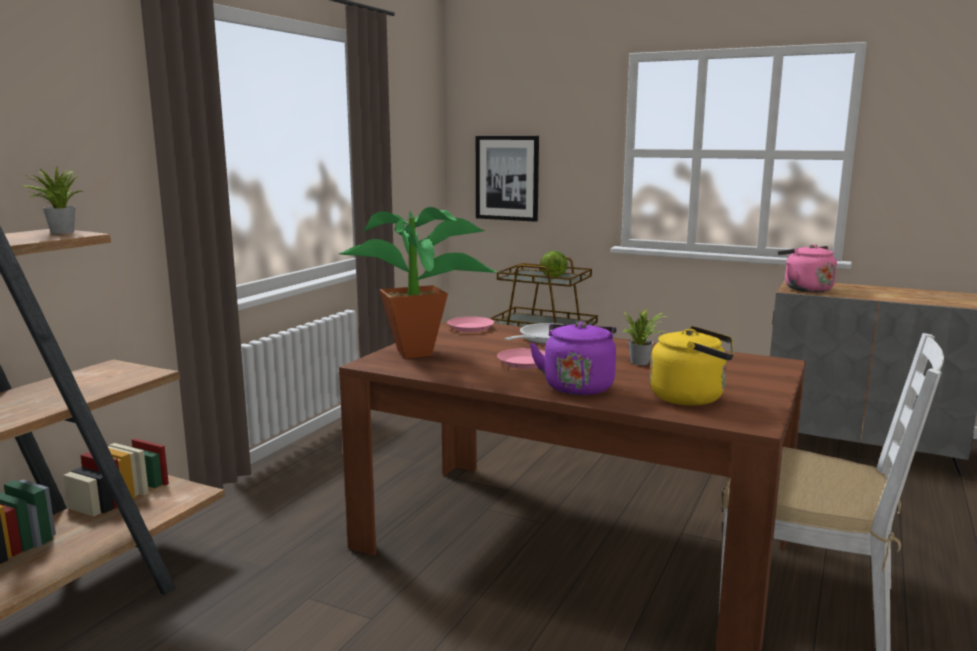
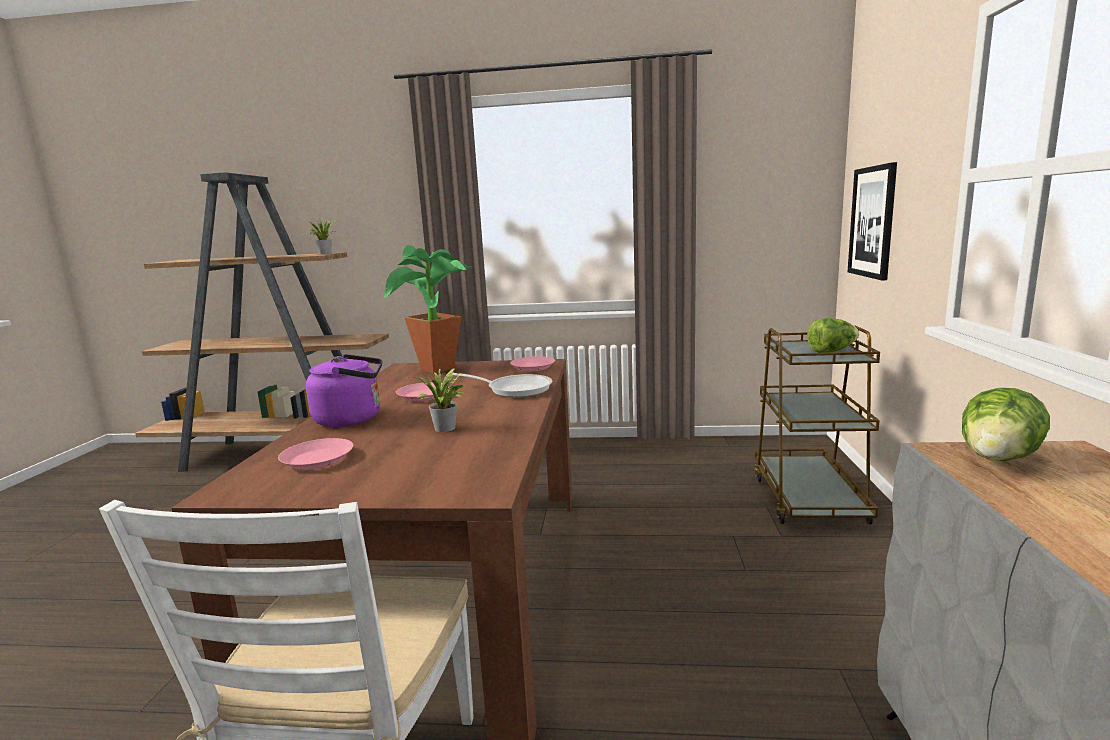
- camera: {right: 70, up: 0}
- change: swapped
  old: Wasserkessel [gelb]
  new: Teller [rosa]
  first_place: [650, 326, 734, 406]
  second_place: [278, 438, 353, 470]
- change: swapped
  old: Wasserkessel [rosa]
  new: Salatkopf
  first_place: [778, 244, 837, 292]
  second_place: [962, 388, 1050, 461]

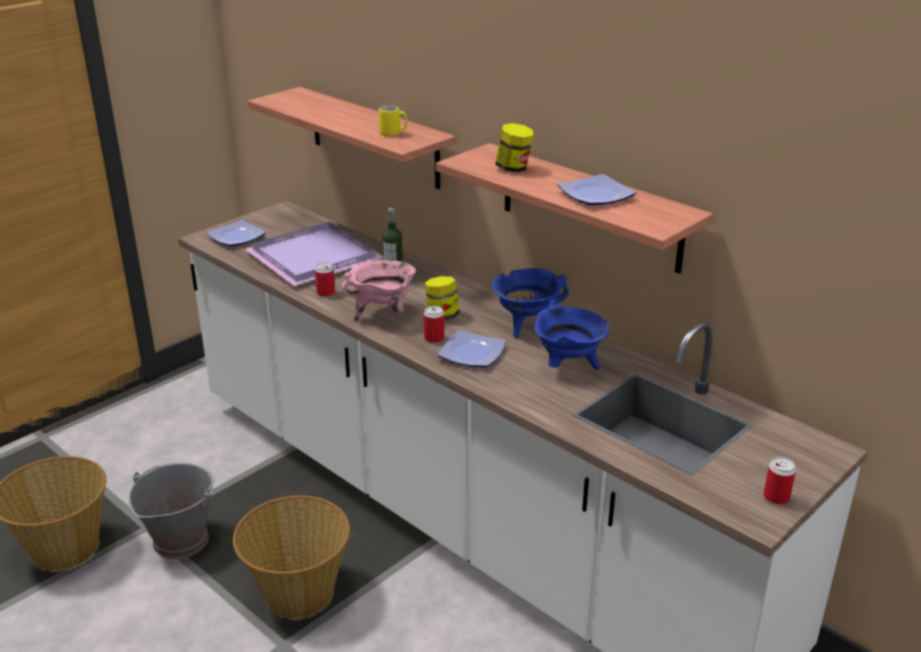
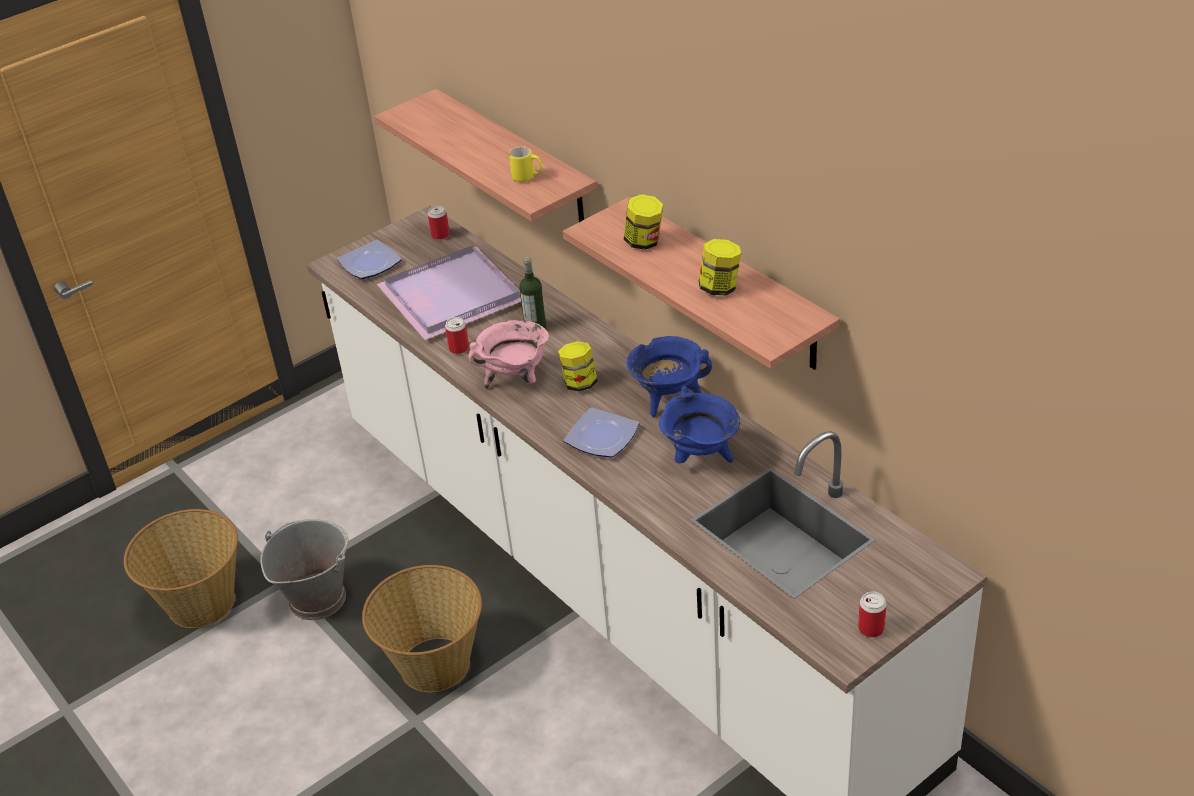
- camera: {right: 10, up: 10}
- change: shifted
  old: Dose
  first_place: [424, 306, 445, 343]
  second_place: [428, 206, 450, 240]
- change: swapped
  old: Teller
  new: Vorratsglas
  first_place: [557, 174, 637, 205]
  second_place: [699, 239, 741, 296]

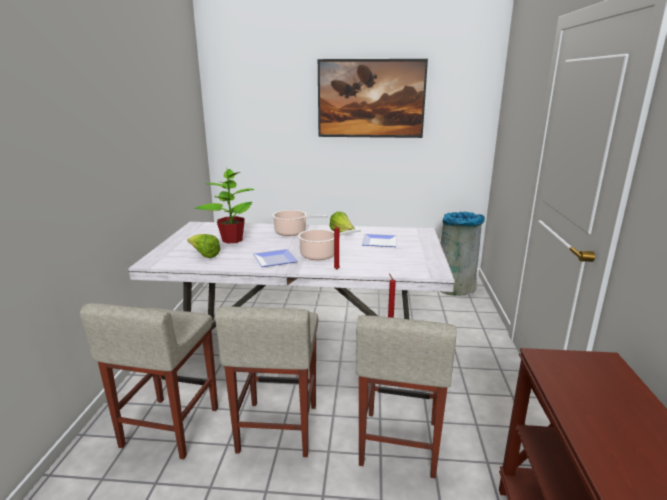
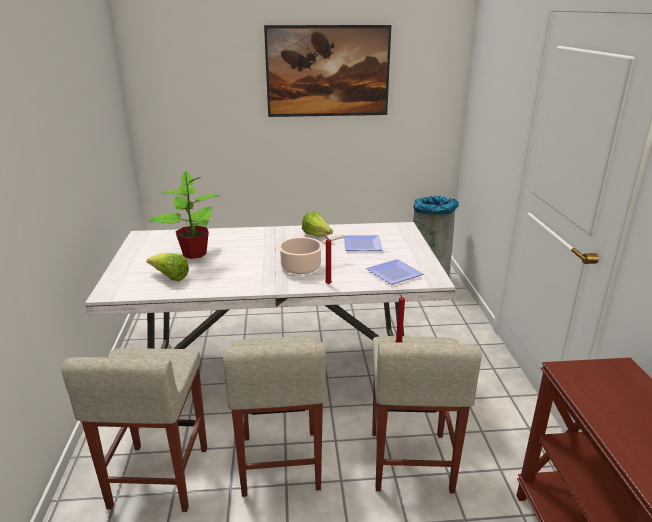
- camera: {right: -10, up: 5}
- change: gone
  old: Kochtopf
  first_place: [272, 210, 328, 236]
- change: shifted
  old: Teller
  first_place: [253, 249, 298, 267]
  second_place: [366, 259, 423, 285]

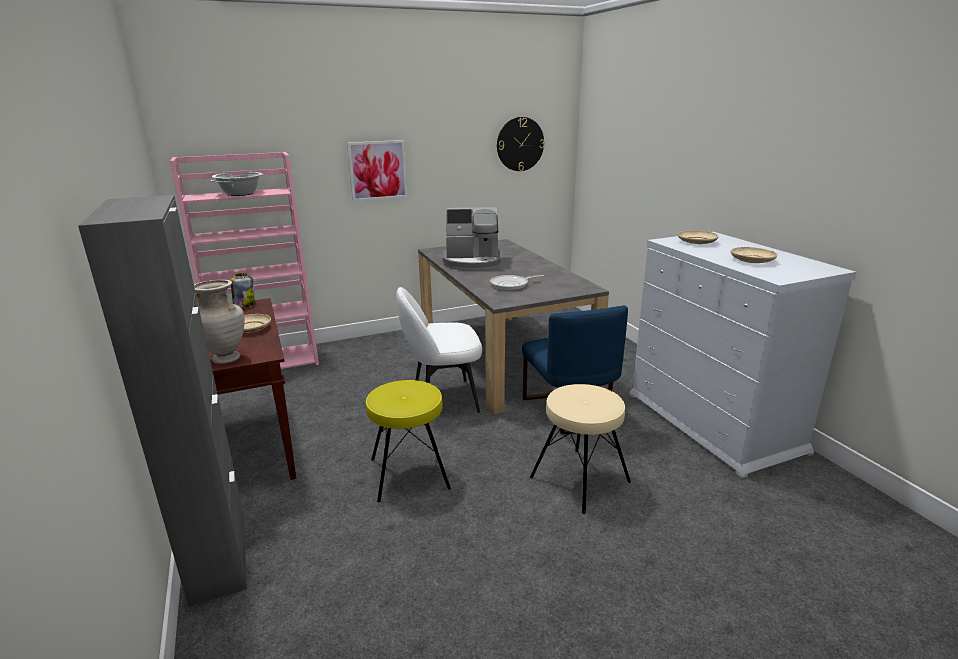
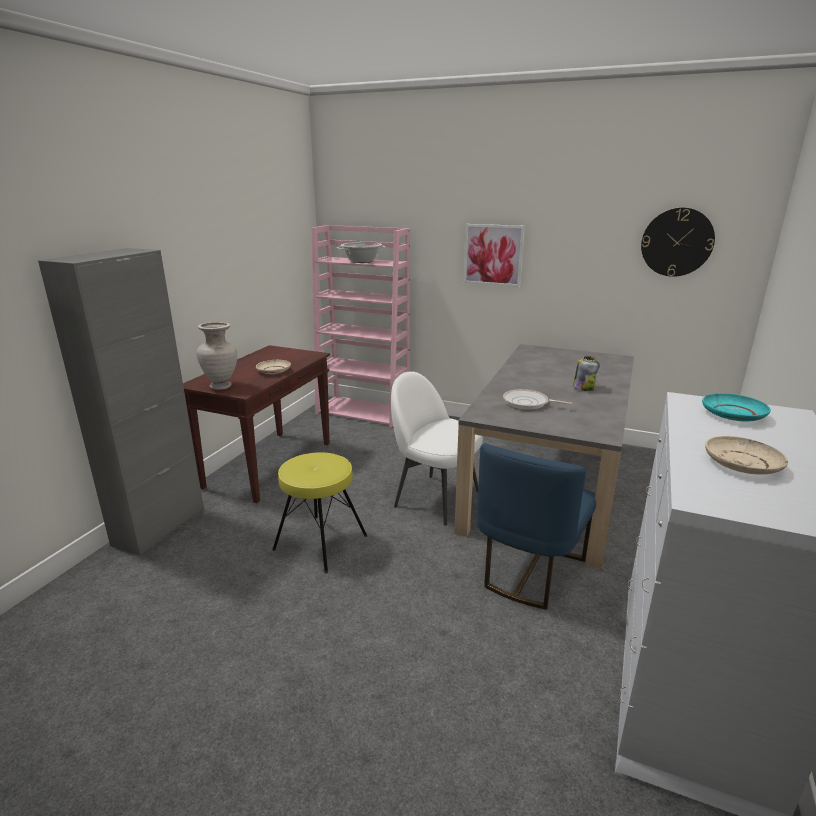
- camera: {right: 45, up: 0}
- change: gone
  old: Kaffeemaschine
  first_place: [443, 207, 501, 270]
- change: gone
  old: Hocker [beige]
  first_place: [530, 384, 631, 514]
- change: shifted
  old: Vorratsglas
  first_place: [231, 273, 255, 307]
  second_place: [573, 356, 600, 391]
- change: repainted
  old: Teller [beige]
  new: Teller [türkis]
  first_place: [678, 230, 719, 244]
  second_place: [702, 393, 771, 421]

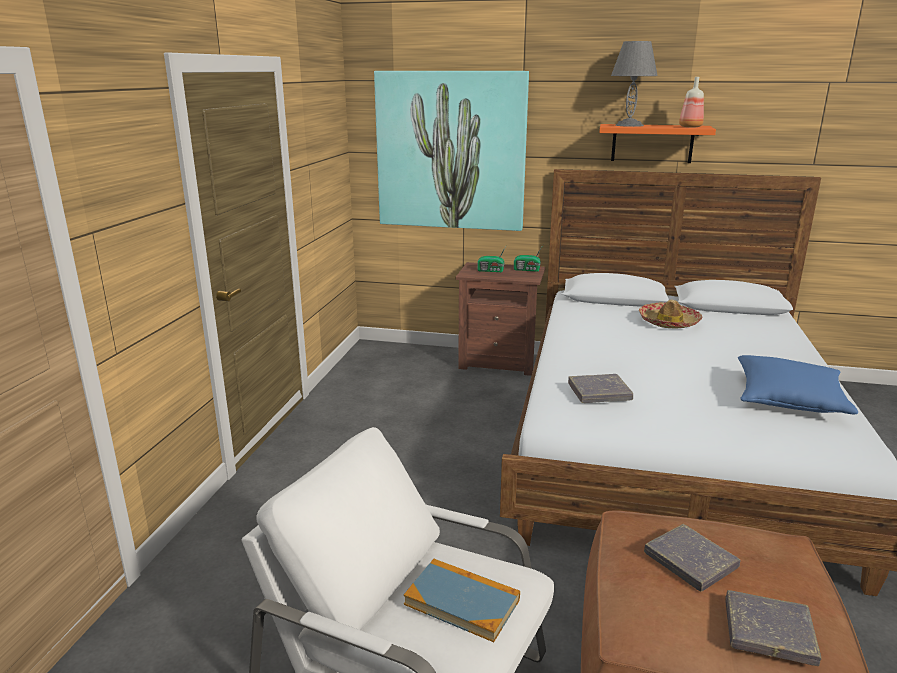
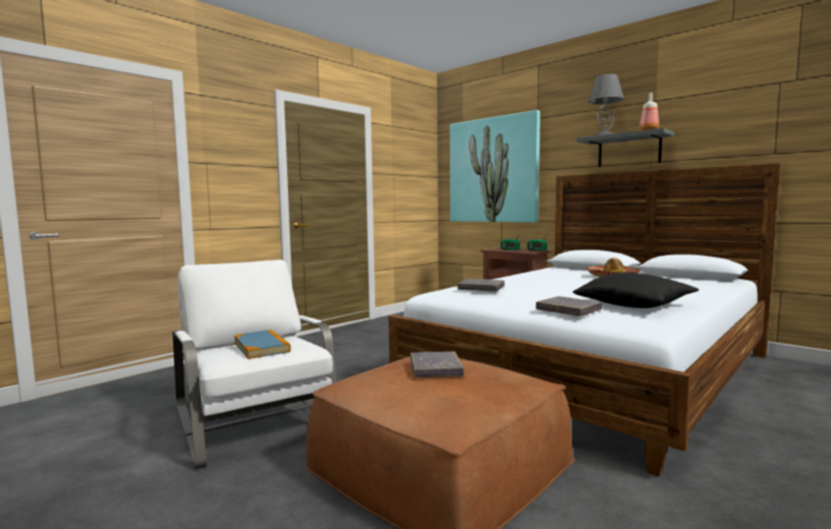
- camera: {right: 30, up: -15}
- change: shifted
  old: Buch [grau]
  first_place: [725, 590, 821, 666]
  second_place: [536, 296, 602, 316]
- change: repainted
  old: Wandregal [orange]
  new: Wandregal [grau]
  first_place: [599, 124, 716, 163]
  second_place: [576, 128, 674, 167]
- change: repainted
  old: Kissen [blau]
  new: Kissen [schwarz]
  first_place: [738, 355, 858, 414]
  second_place: [573, 272, 699, 308]

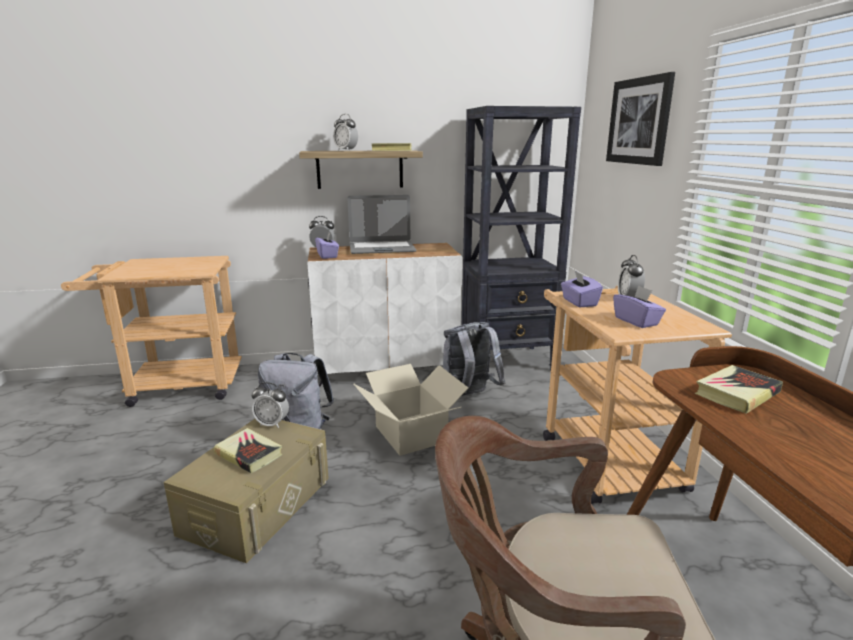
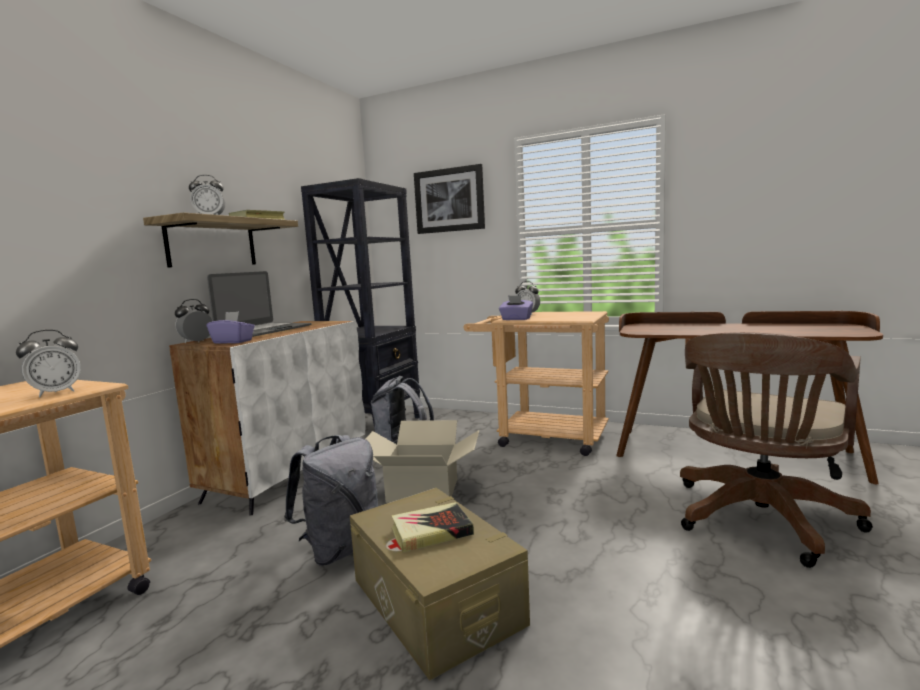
- camera: {right: -55, up: -10}
- change: gone
  old: Taschentuchbox [lila]
  first_place: [613, 285, 666, 328]
- change: gone
  old: Buch
  first_place: [695, 365, 783, 414]
- change: shifted
  old: Wecker
  first_place: [252, 382, 289, 428]
  second_place: [16, 330, 81, 397]

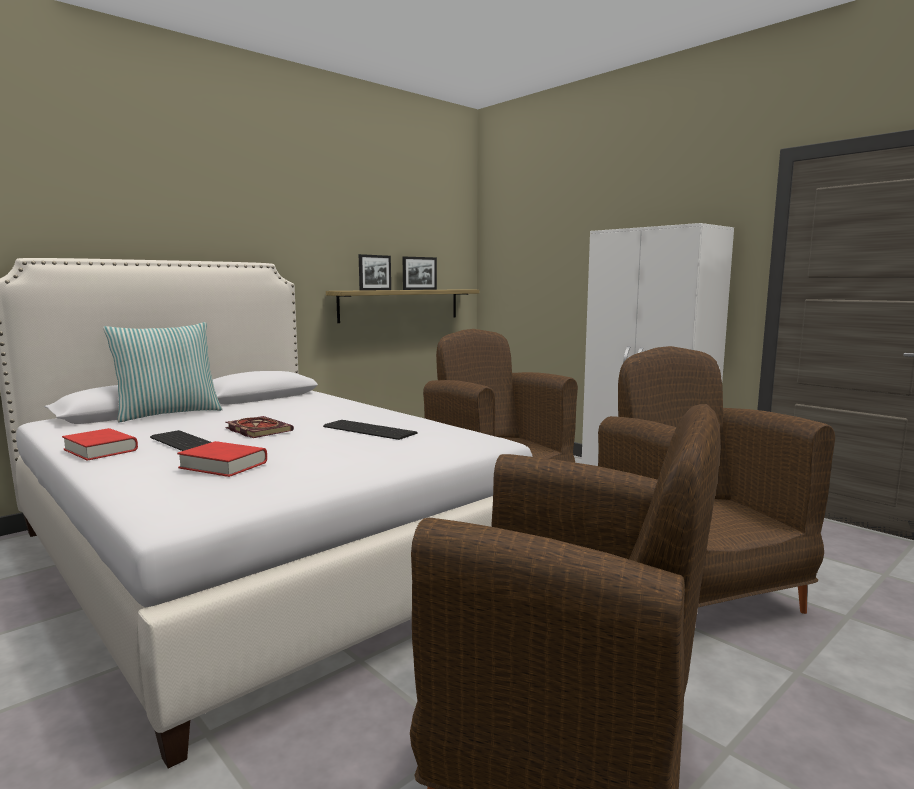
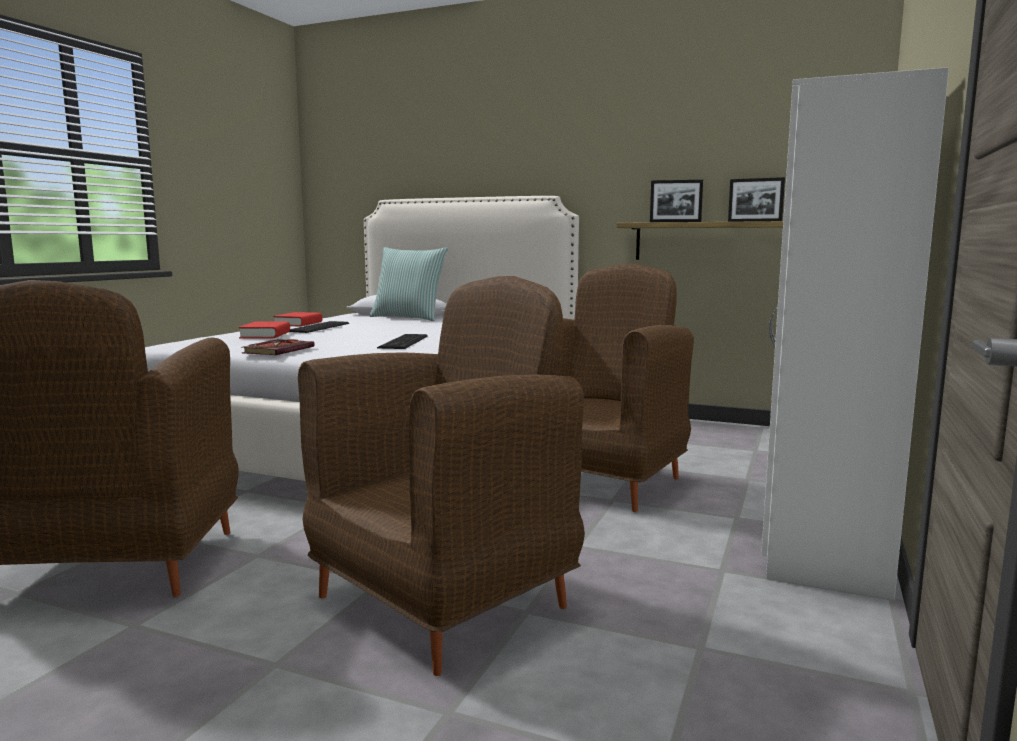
- camera: {right: 65, up: 0}
- change: shifted
  old: Buch
  first_place: [226, 416, 294, 438]
  second_place: [242, 339, 315, 355]

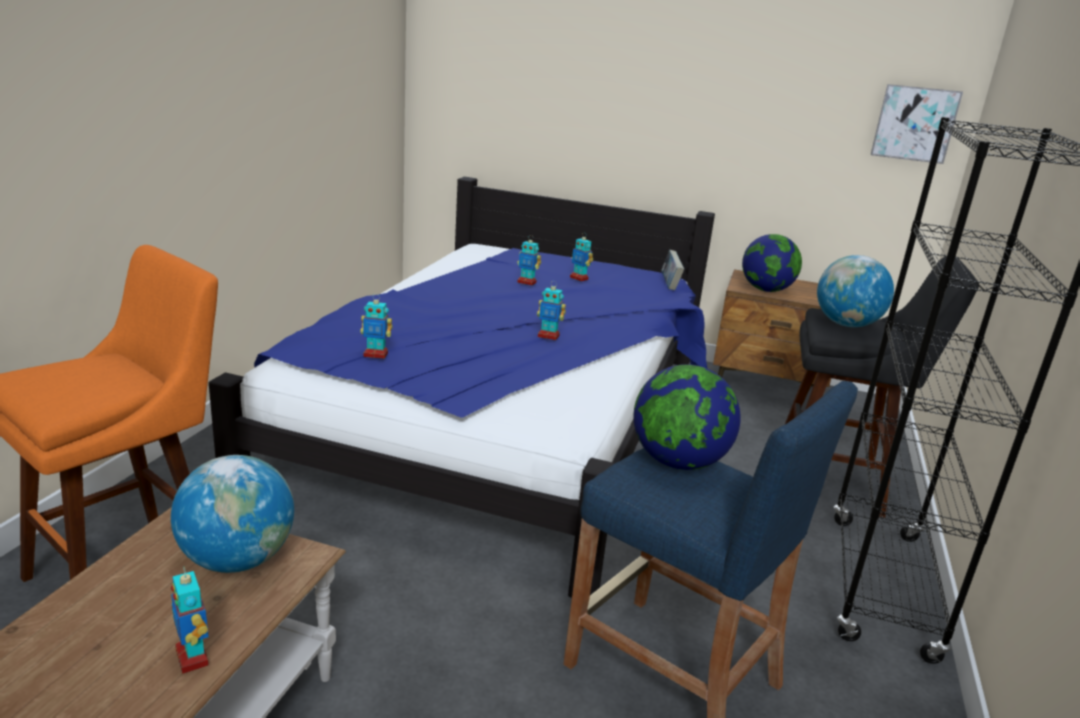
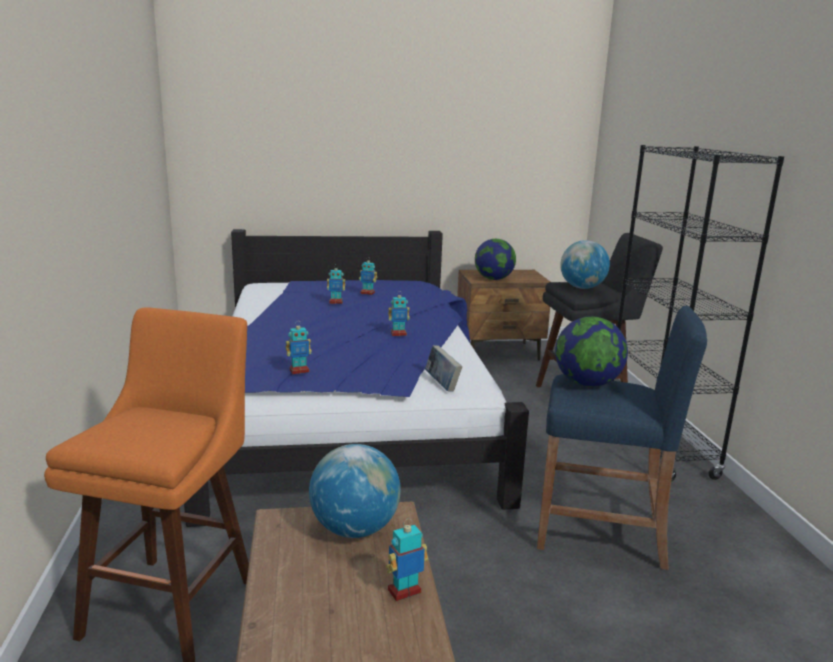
- camera: {right: -25, up: -5}
- change: gone
  old: Bild
  first_place: [871, 84, 963, 164]
- change: shifted
  old: Buch
  first_place: [661, 250, 684, 290]
  second_place: [425, 345, 462, 392]
- change: rotated
  old: Spielzeugroboter
  first_place: [171, 566, 209, 674]
  second_place: [386, 519, 428, 601]
  degrees: 120

